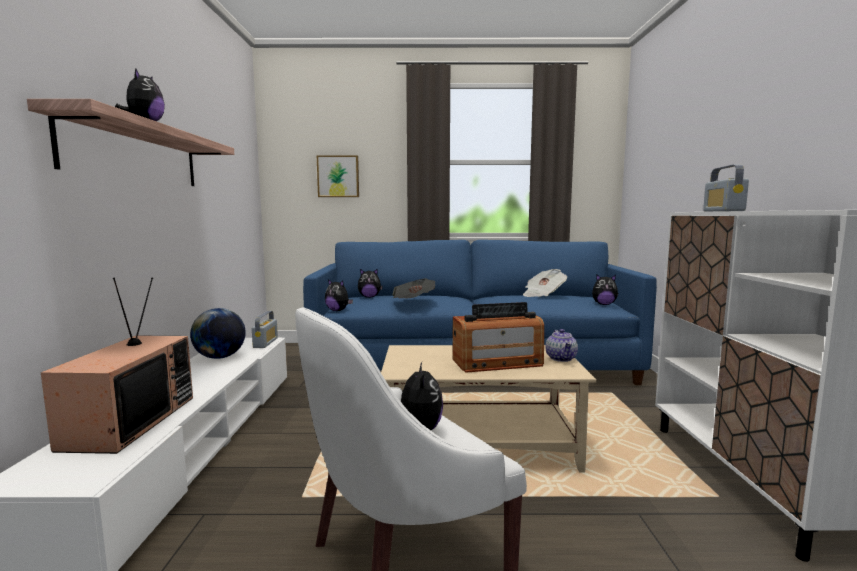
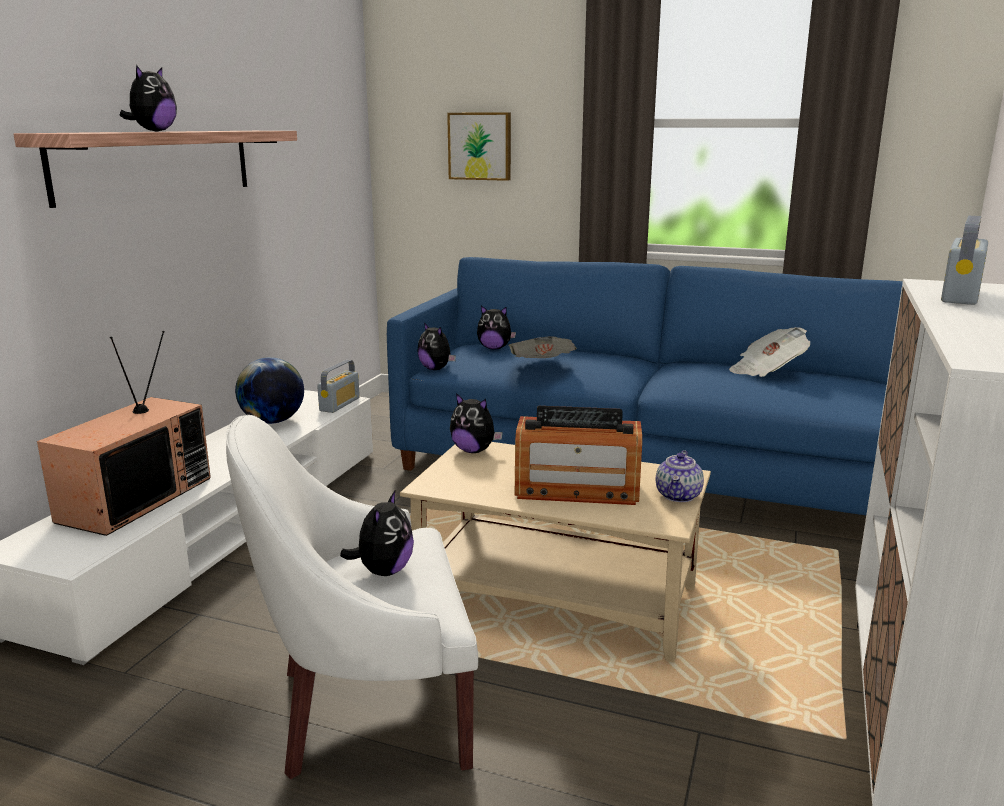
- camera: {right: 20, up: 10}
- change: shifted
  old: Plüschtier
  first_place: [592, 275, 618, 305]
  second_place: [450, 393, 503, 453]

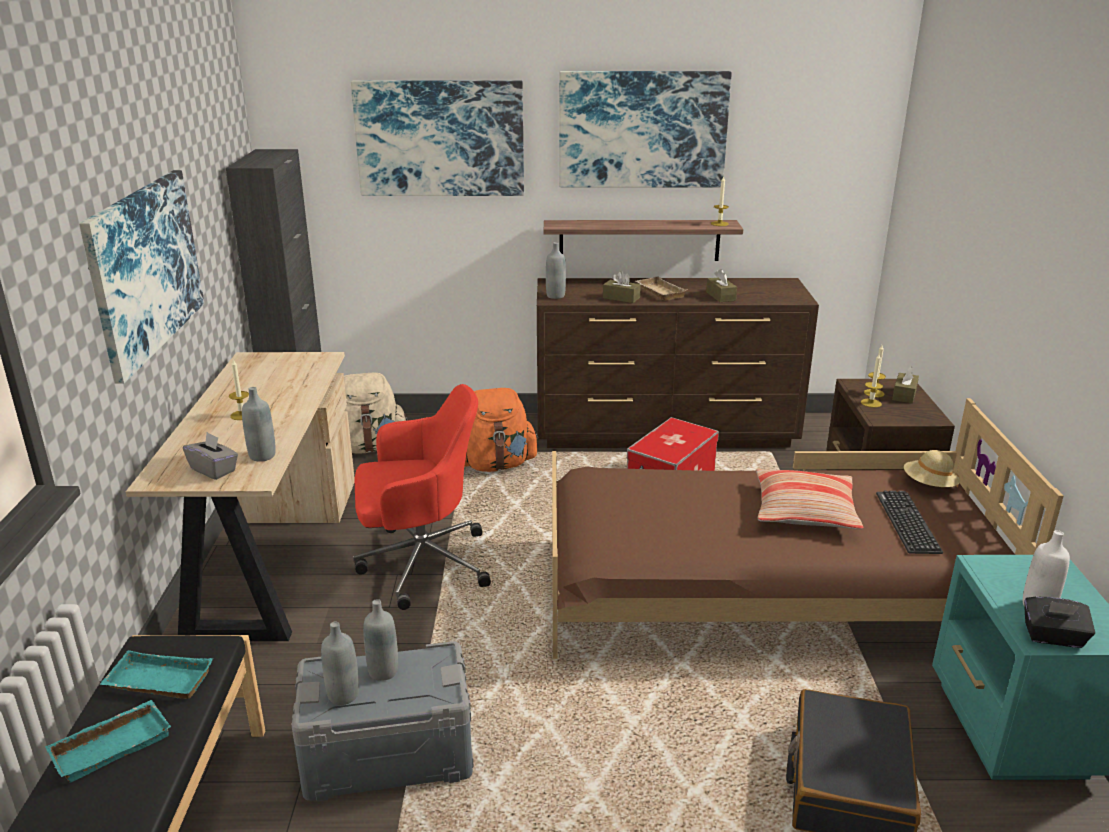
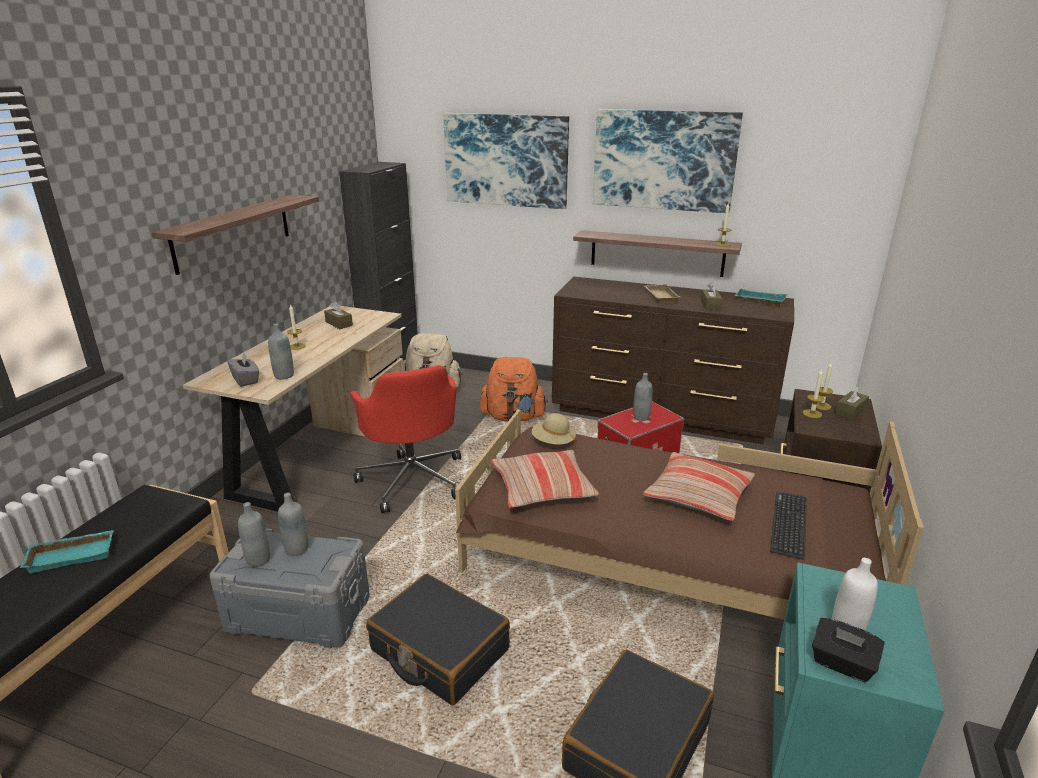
- camera: {right: 20, up: 0}
- change: new
  new: Koffer [schwarz]
  second_place: [366, 573, 510, 705]
- change: new
  new: Kissen
  second_place: [491, 450, 599, 508]
- change: shifted
  old: Tablett [türkis]
  first_place: [100, 650, 213, 699]
  second_place: [734, 289, 787, 306]
- change: shifted
  old: Flasche [grau]
  first_place: [546, 242, 566, 299]
  second_place: [633, 373, 653, 421]
- change: shifted
  old: Taschentuchbox [braun]
  first_place: [603, 271, 641, 303]
  second_place: [324, 301, 353, 329]
- change: shifted
  old: Hut [beige]
  first_place: [904, 450, 960, 487]
  second_place: [532, 413, 576, 447]
- change: swapped
  old: Bild
  new: Wandregal
  first_place: [79, 170, 204, 383]
  second_place: [152, 195, 319, 275]
- change: rotated
  old: Bürostuhl [rot]
  first_place: [353, 384, 491, 610]
  second_place: [350, 365, 461, 513]
  degrees: 60

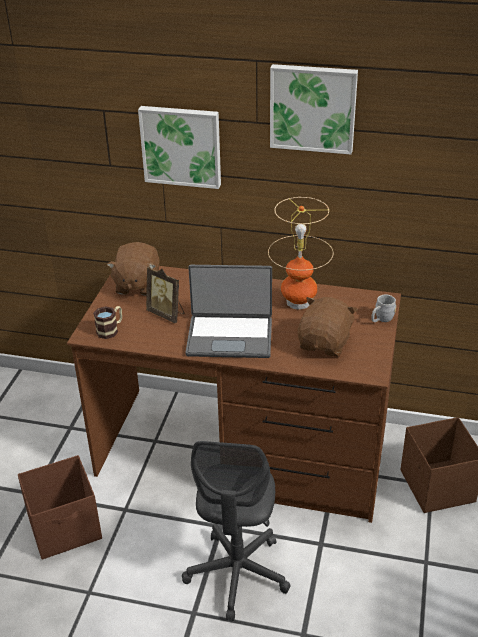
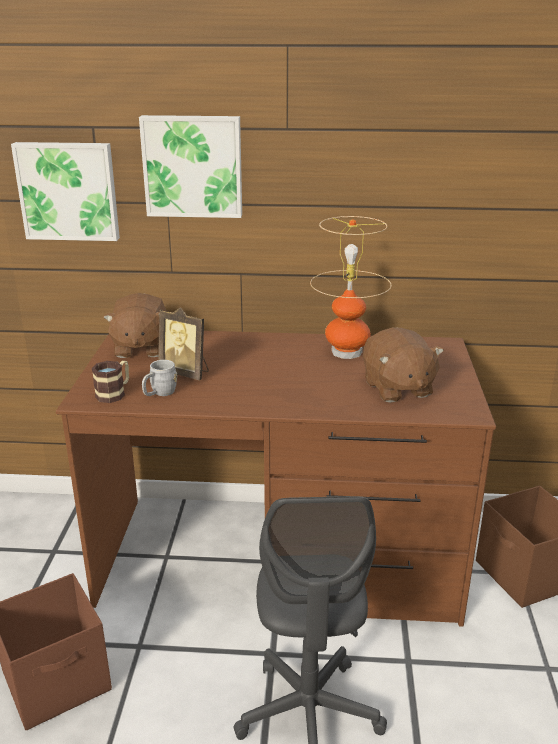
- camera: {right: -10, up: -10}
- change: gone
  old: Laptop
  first_place: [185, 265, 272, 358]
- change: shifted
  old: Bild
  first_place: [270, 64, 358, 155]
  second_place: [11, 142, 120, 241]
- change: shifted
  old: Henkelbecher [grau]
  first_place: [371, 295, 396, 322]
  second_place: [142, 360, 177, 396]
- change: rotated
  old: Plüschtier [braun]
  first_place: [297, 297, 358, 357]
  second_place: [363, 327, 444, 403]
  degrees: 150

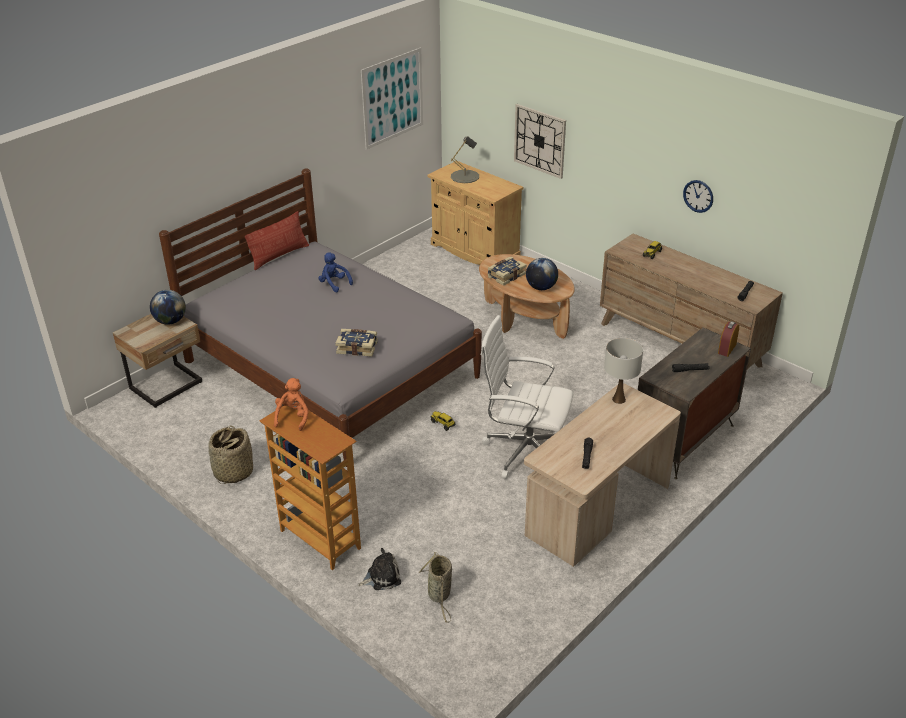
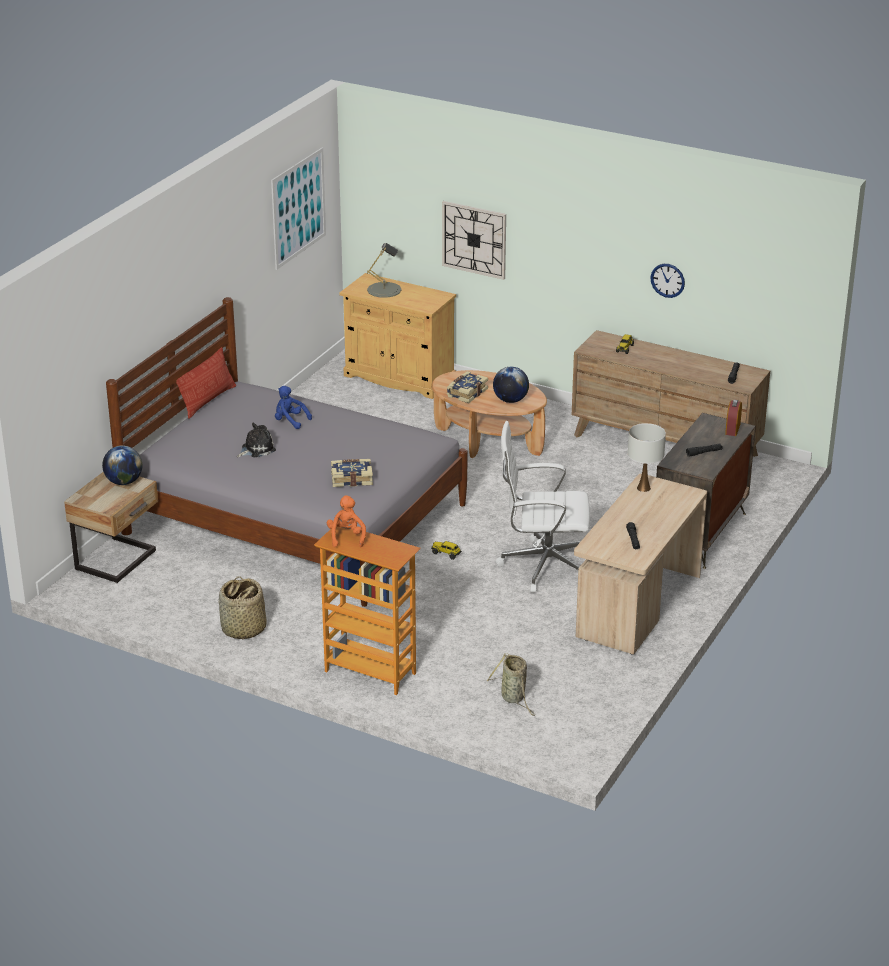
- camera: {right: -15, up: -5}
- change: shifted
  old: Plüschtier
  first_place: [358, 548, 401, 590]
  second_place: [237, 423, 276, 457]

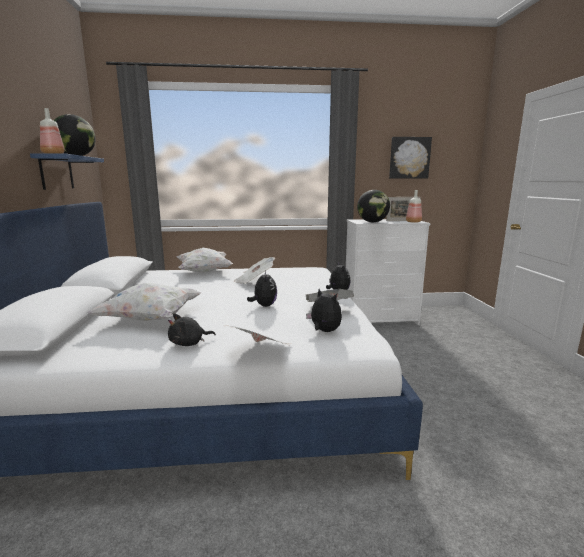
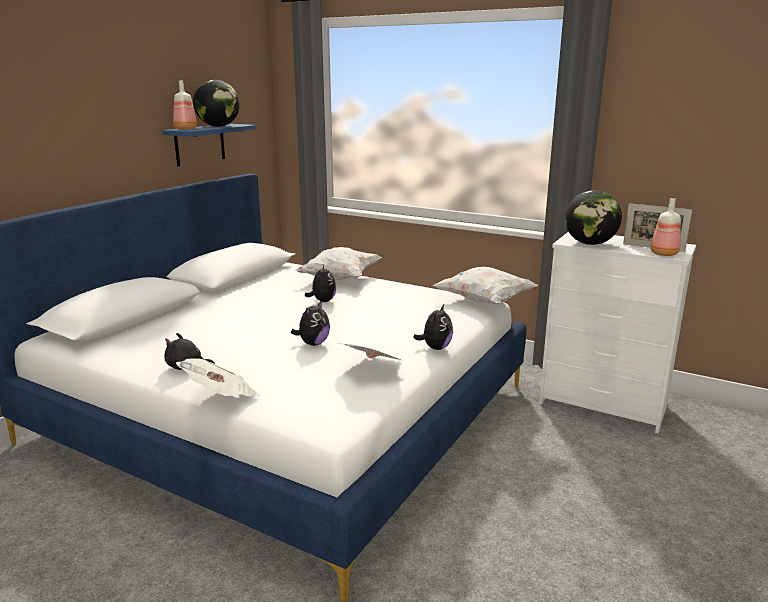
- camera: {right: 35, up: 5}
- change: gone
  old: Zeitung
  first_place: [234, 257, 275, 284]
- change: gone
  old: Bild
  first_place: [389, 137, 432, 179]
- change: shifted
  old: Kissen [weiß]
  first_place: [88, 283, 201, 321]
  second_place: [433, 267, 538, 305]
- change: shifted
  old: Plüschtier
  first_place: [306, 289, 342, 332]
  second_place: [305, 265, 336, 302]

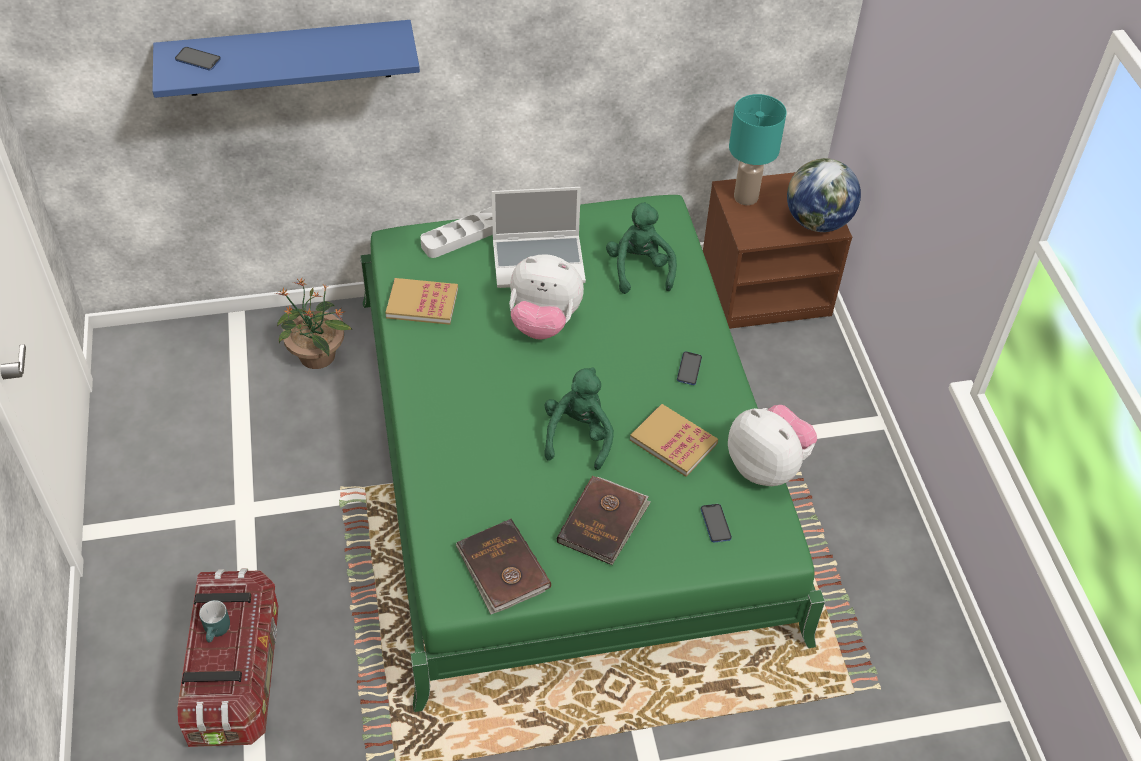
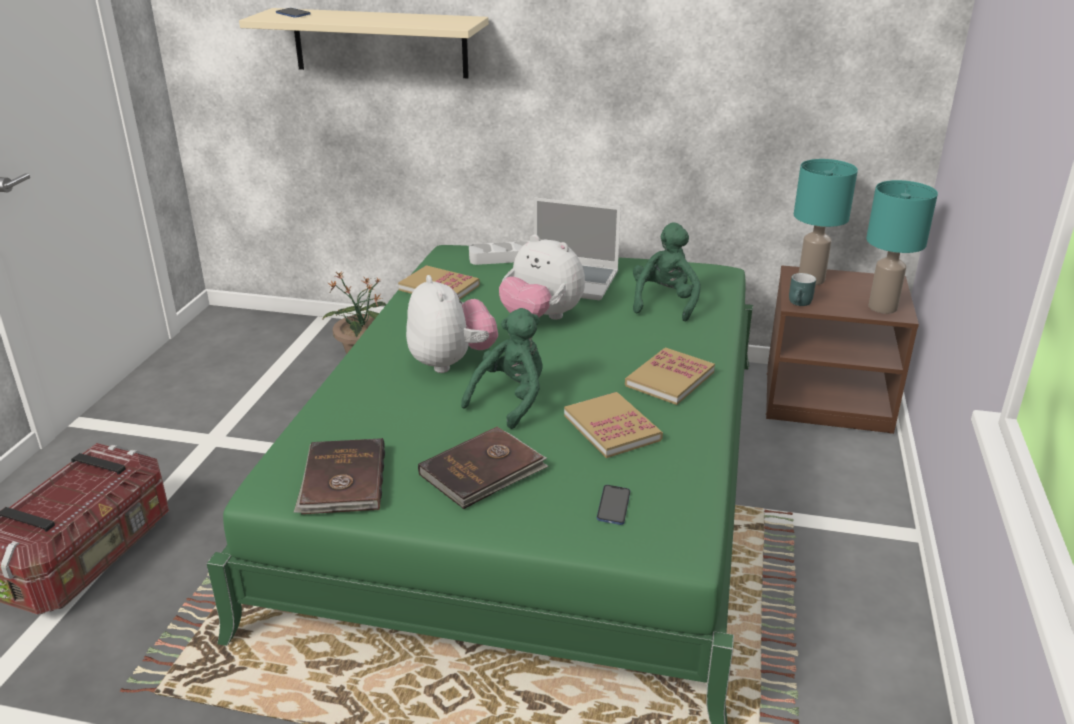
- camera: {right: 25, up: -20}
- change: shifted
  old: Henkelbecher [türkis]
  first_place: [199, 600, 230, 642]
  second_place: [789, 273, 816, 306]
- change: shifted
  old: Plüschtier
  first_place: [728, 405, 817, 486]
  second_place: [406, 275, 498, 373]
- change: swapped
  old: Handy
  new: Buch
  first_place: [677, 351, 702, 385]
  second_place: [625, 347, 715, 405]
- change: swapped
  old: Globus
  new: Tischlampe [türkis]
  first_place: [787, 158, 861, 232]
  second_place: [866, 180, 938, 314]
- change: repainted
  old: Wandregal [blau]
  new: Wandregal [beige]
  first_place: [152, 20, 420, 98]
  second_place: [239, 8, 489, 79]

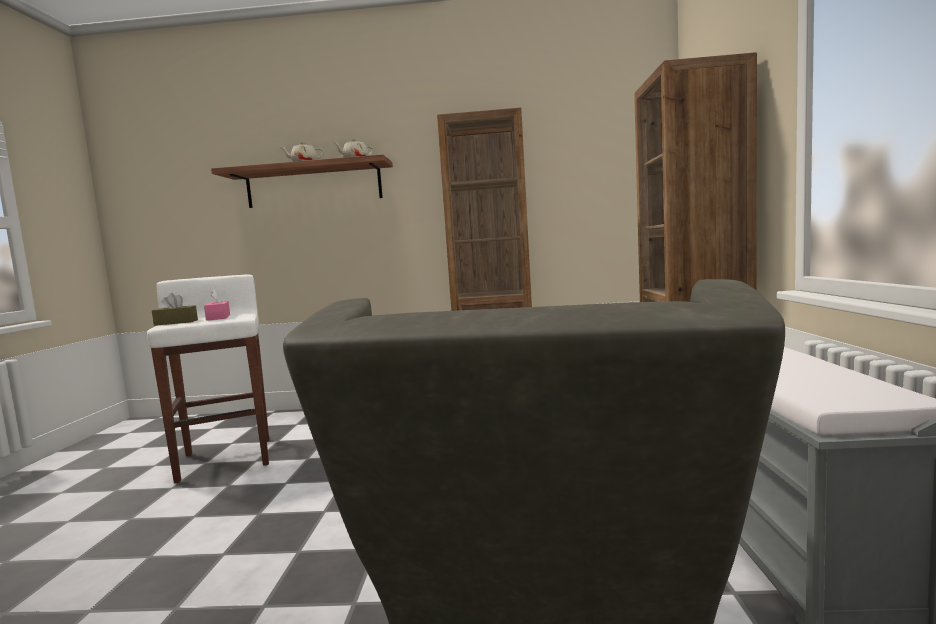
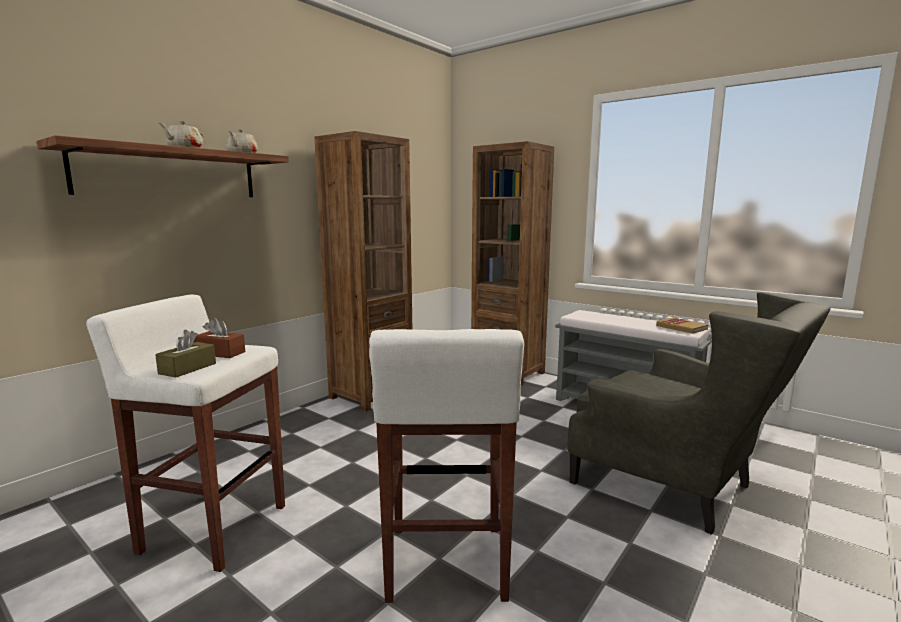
- camera: {right: -55, up: 5}
- change: new
  new: Hocker [weiß]
  second_place: [369, 329, 524, 603]
- change: new
  new: Buch
  second_place: [656, 318, 709, 334]
- change: repainted
  old: Taschentuchbox [rosa]
  new: Taschentuchbox [braun]
  first_place: [204, 289, 230, 321]
  second_place: [193, 318, 245, 358]

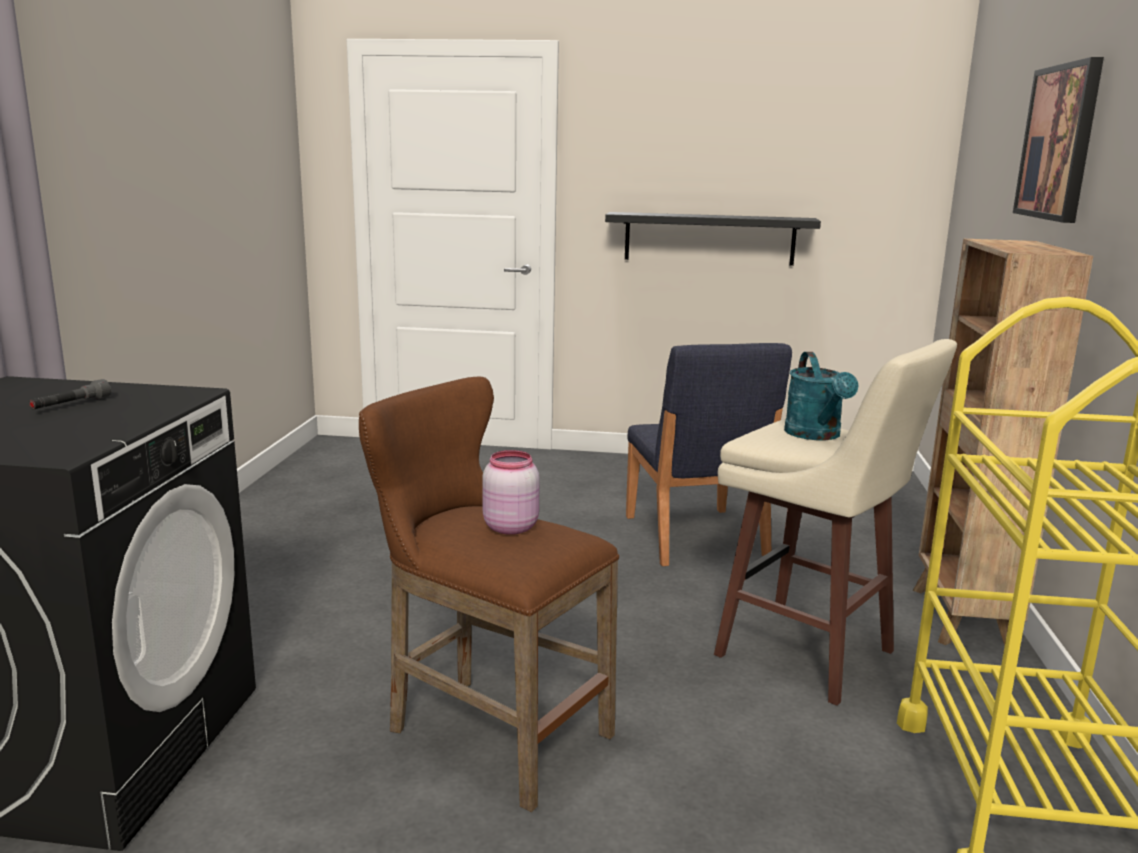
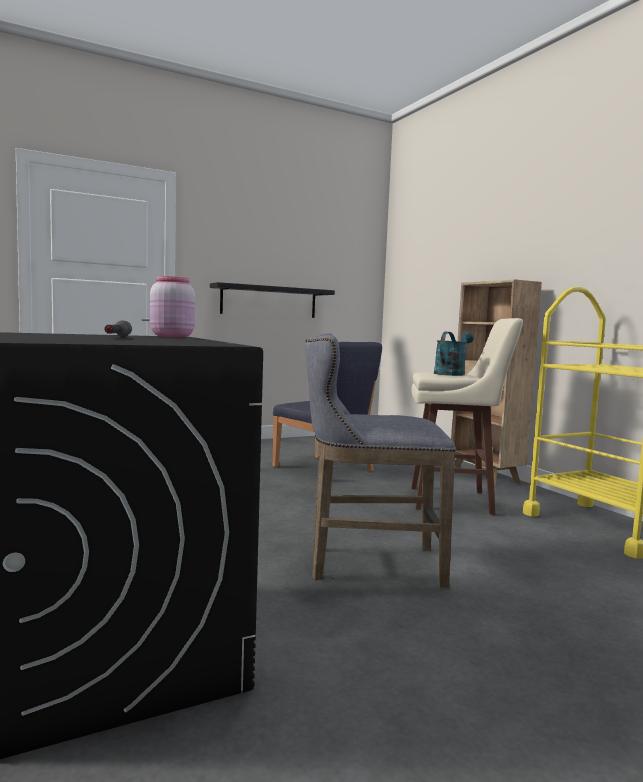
- camera: {right: -35, up: -10}
- change: gone
  old: Bild
  first_place: [1013, 57, 1104, 223]
- change: shifted
  old: Vorratsglas [rosa]
  first_place: [482, 450, 540, 535]
  second_place: [150, 276, 195, 337]
- change: repainted
  old: Hocker [braun]
  new: Hocker [grau]
  first_place: [359, 377, 619, 812]
  second_place: [305, 333, 456, 588]
- change: rotated
  old: Gießkanne [türkis]
  first_place: [784, 352, 859, 441]
  second_place: [434, 331, 474, 376]
  degrees: -105

